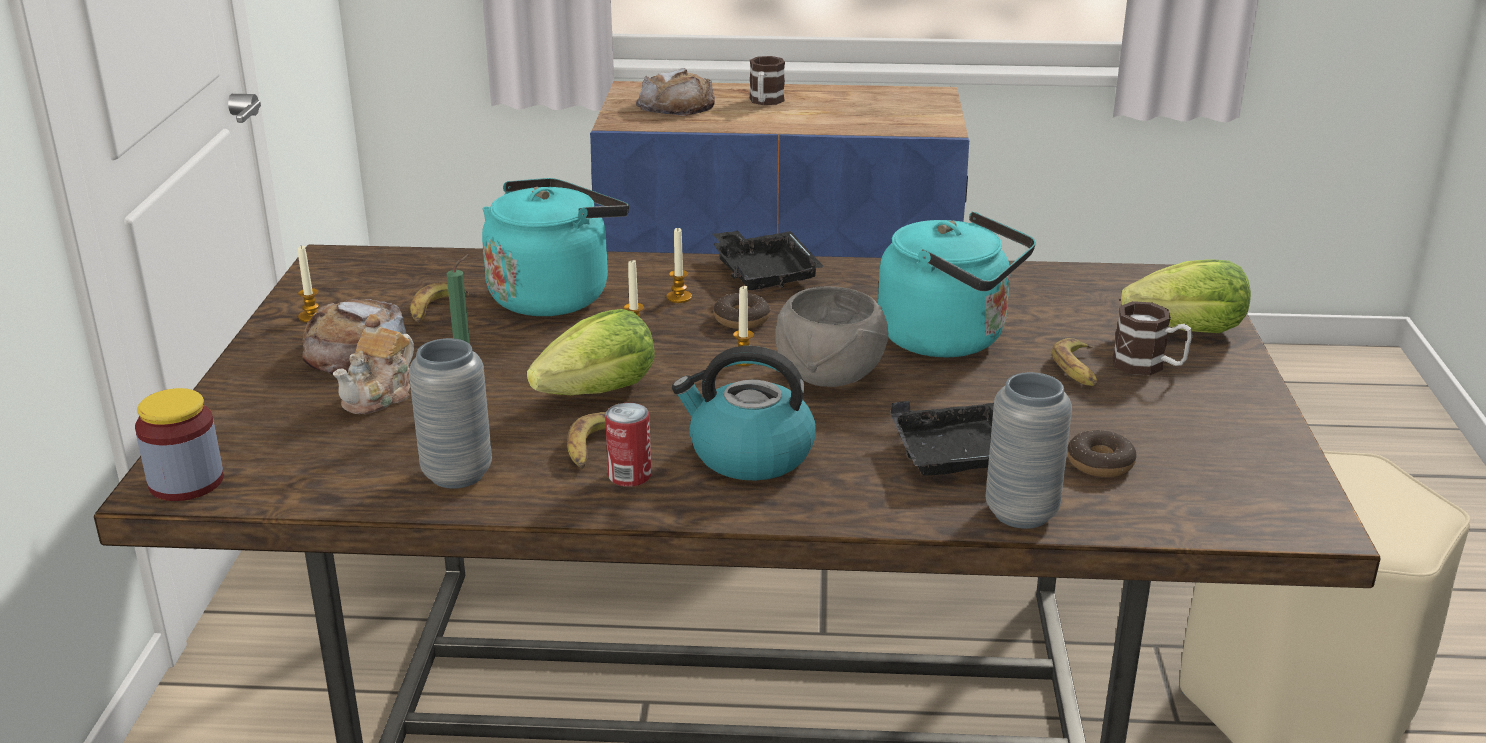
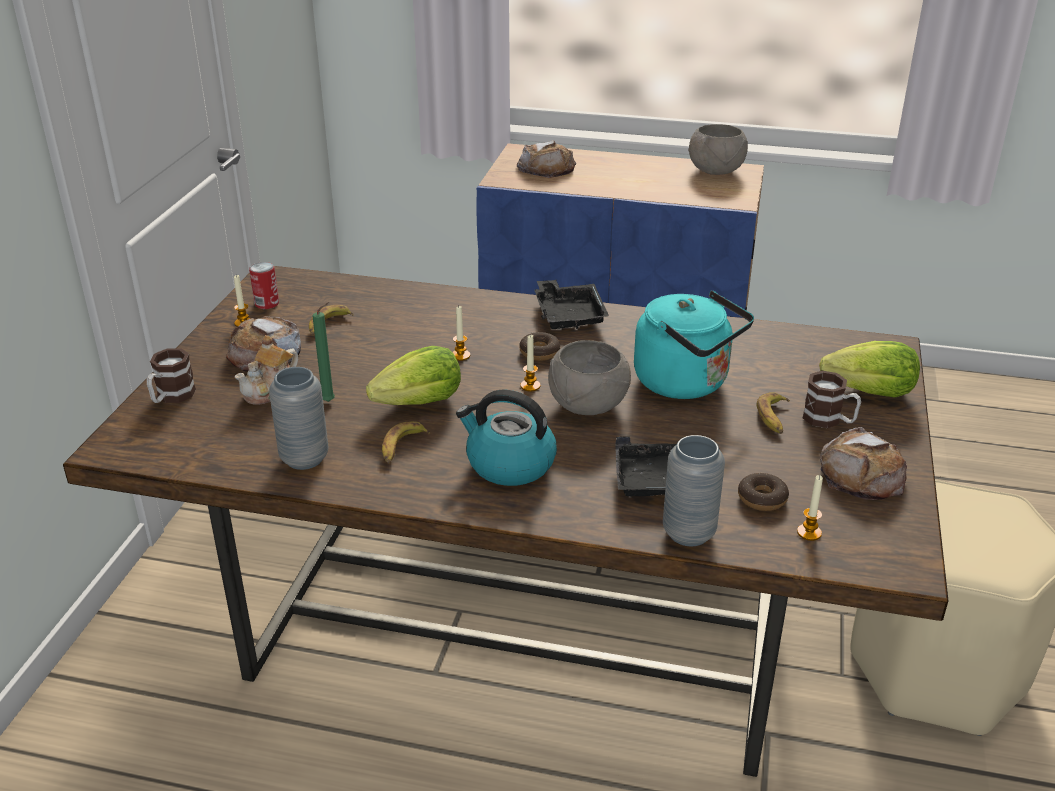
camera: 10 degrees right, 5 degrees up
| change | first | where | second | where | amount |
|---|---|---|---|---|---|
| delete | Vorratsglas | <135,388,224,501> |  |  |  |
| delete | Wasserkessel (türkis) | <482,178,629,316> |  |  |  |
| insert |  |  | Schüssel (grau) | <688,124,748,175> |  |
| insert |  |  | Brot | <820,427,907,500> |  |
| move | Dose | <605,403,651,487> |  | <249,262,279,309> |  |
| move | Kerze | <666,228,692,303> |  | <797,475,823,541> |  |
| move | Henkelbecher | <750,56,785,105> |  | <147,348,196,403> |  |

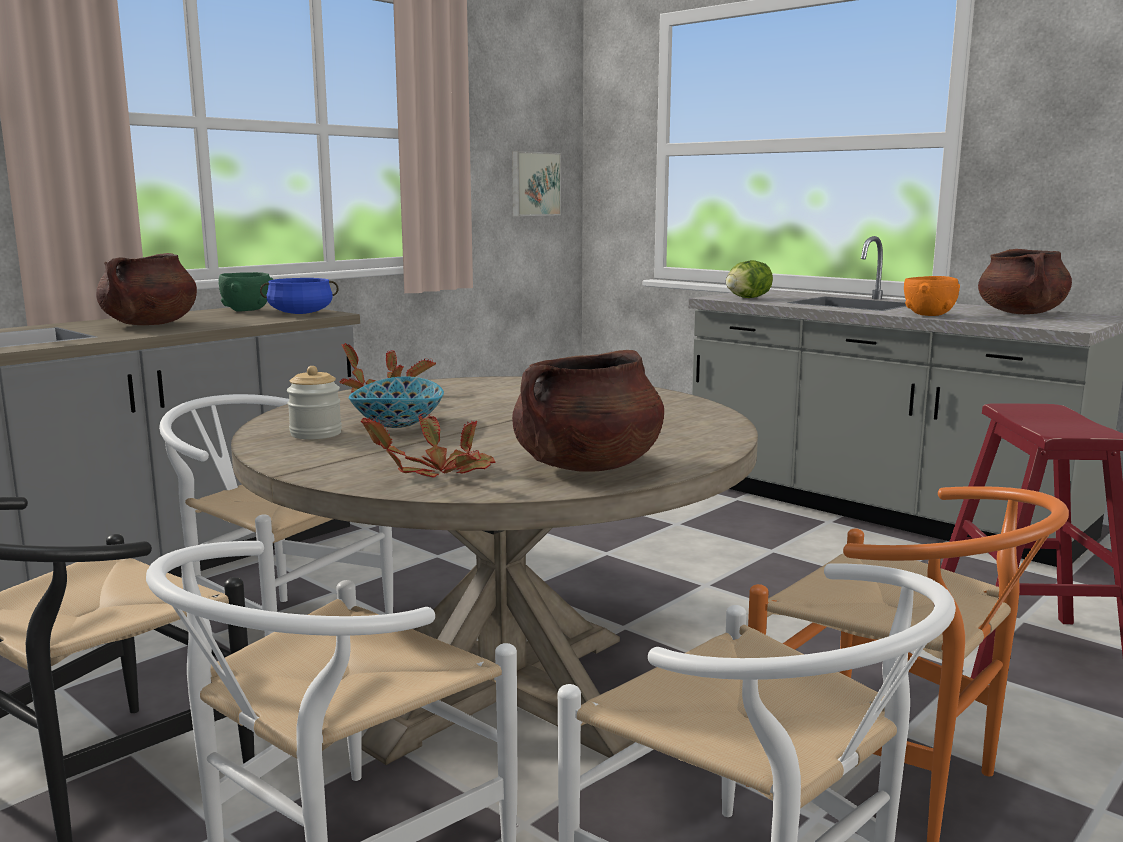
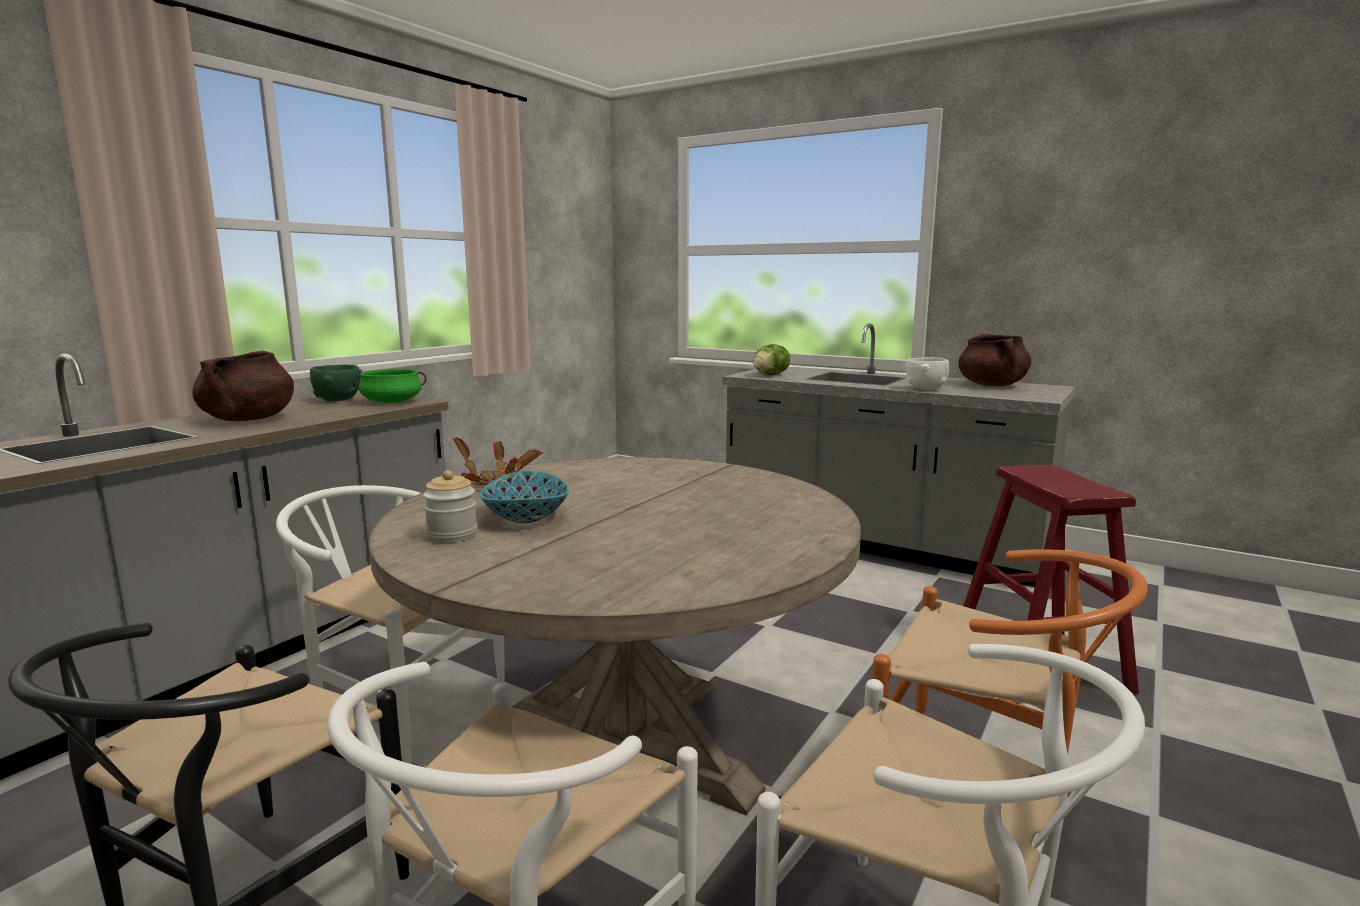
camera: 10 degrees left, 0 degrees up
| change | first | where | second | where | amount |
|---|---|---|---|---|---|
| delete | Topfpflanze | <361,412,496,478> |  |  |  |
| delete | Bild | <512,151,561,216> |  |  |  |
| delete | Kochtopf (braun) | <512,350,664,472> |  |  |  |
| recolor | Kochtopf (blau) | <260,278,339,314> | Kochtopf (grün) | <353,369,427,403> |  |
| recolor | Schüssel (orange) | <904,276,960,316> | Schüssel (weiß) | <905,357,949,390> |  |

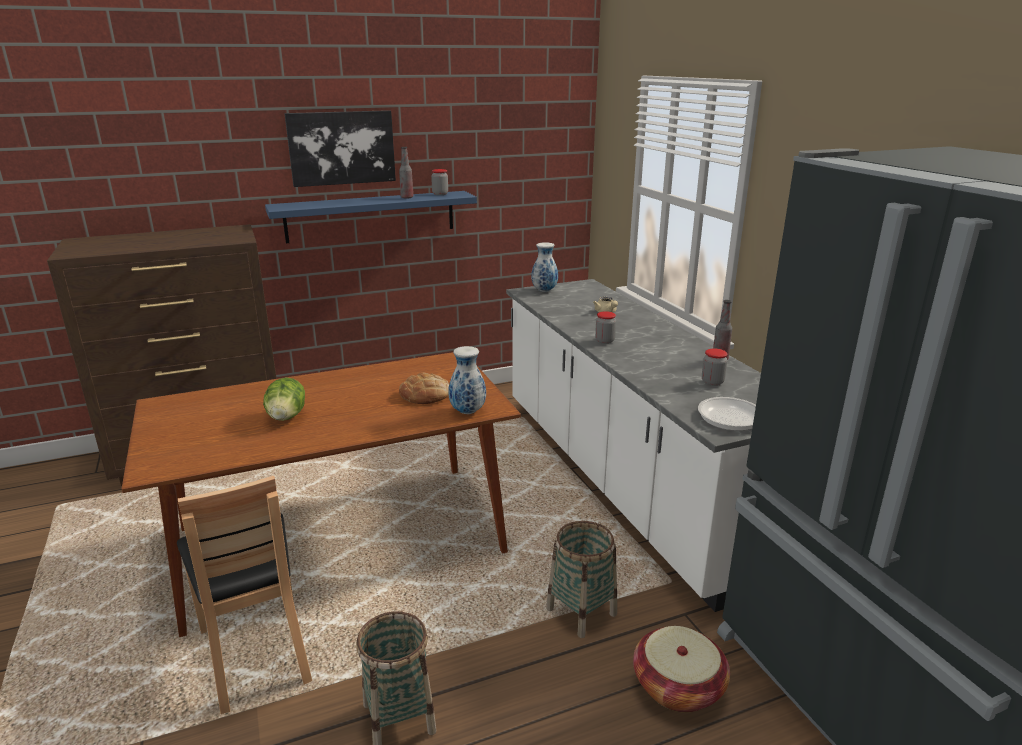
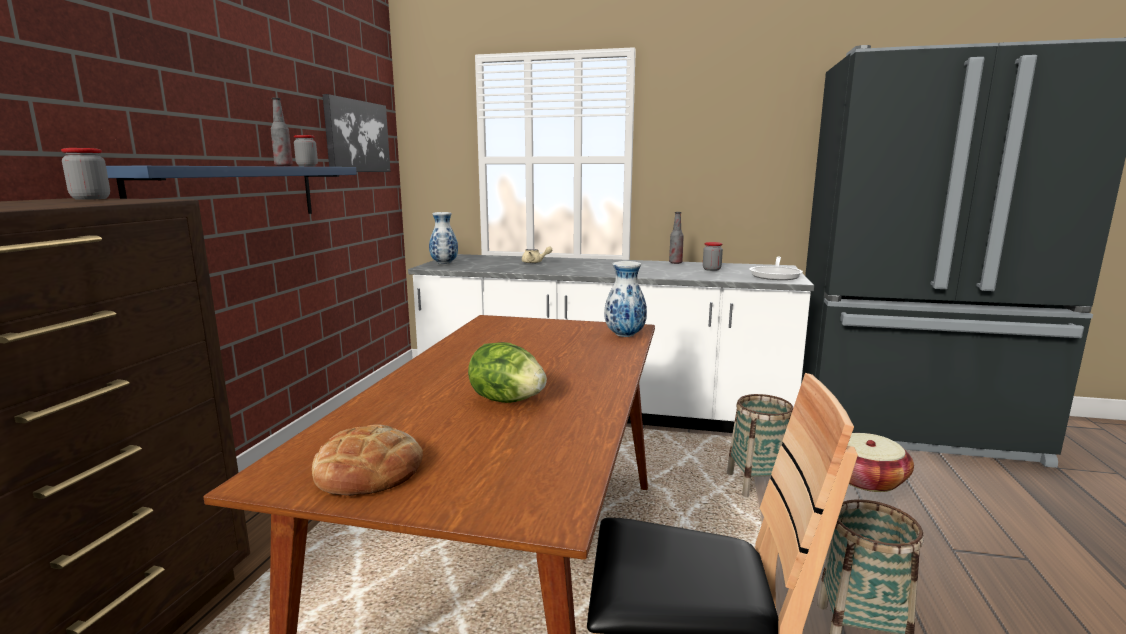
camera: 55 degrees left, 10 degrees down
| change | first | where | second | where | amount |
|---|---|---|---|---|---|
| move | Bild | <284,110,396,187> |  | <323,94,390,172> |  |
| move | Brot | <399,373,449,404> |  | <312,424,423,496> |  |
| move | Vorratsglas | <595,311,616,344> |  | <61,148,110,200> |  |

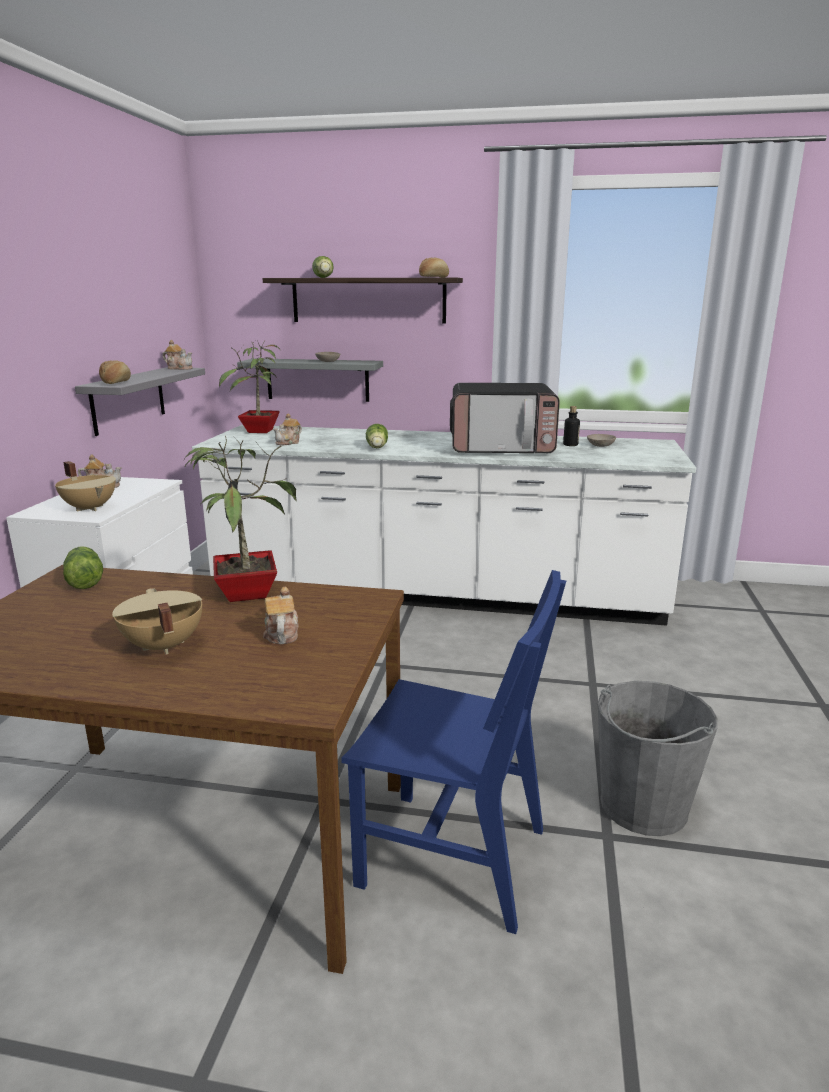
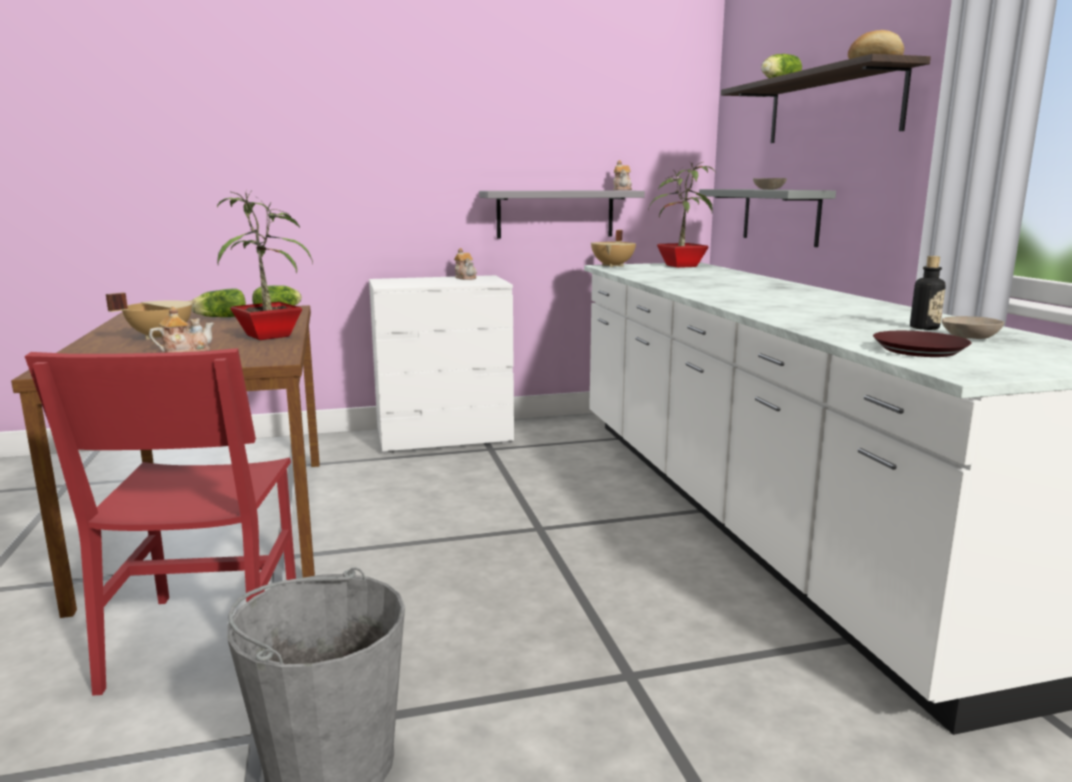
camera: 65 degrees right, 5 degrees down
| change | first | where | second | where | amount |
|---|---|---|---|---|---|
| delete | Brot | <99,360,131,384> |  |  |  |
| delete | Teekanne | <273,414,302,445> |  |  |  |
| delete | Mikrowelle | <450,383,560,453> |  |  |  |
| insert |  |  | Teller (braun) | <873,331,971,357> |  |
| move | Kochtopf (beige) | <55,461,116,511> |  | <591,230,636,267> |  |
| move | Salatkopf | <366,424,388,448> |  | <192,289,246,317> |  |
| recolor | Stuhl (blau) | <341,570,566,934> | Stuhl (rot) | <25,348,296,696> |  |

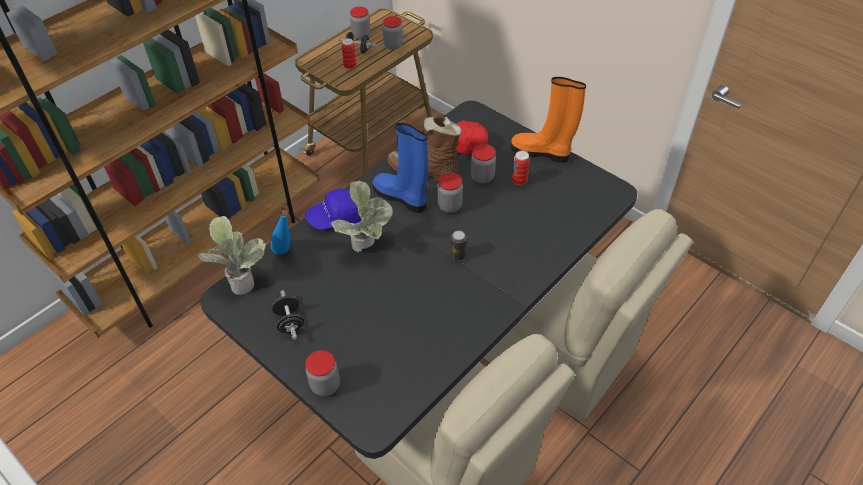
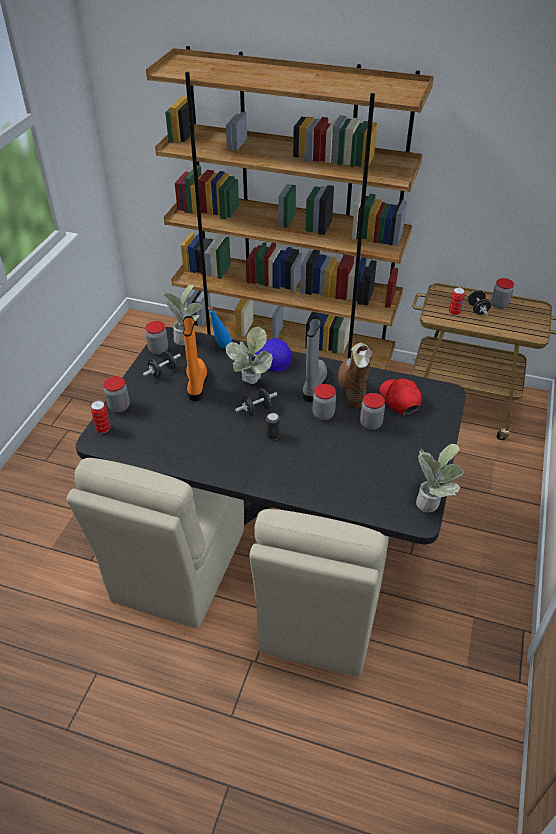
camera: 65 degrees right, 5 degrees down
| change | first | where | second | where | amount |
|---|---|---|---|---|---|
| insert |  |  | Hantel (schwarz) | <235,389,278,416> |  |
| insert |  |  | Topfpflanze | <416,444,464,513> |  |
| move | Vorratsglas | <383,16,403,50> |  | <145,321,168,355> |  |
| move | Stiefel (orange) | <511,77,586,163> |  | <183,316,208,401> |  |
| move | Dose | <512,151,530,185> |  | <91,401,110,433> |  |
| recolor | Stiefel (blau) | <372,123,428,213> | Stiefel (grau) | <303,317,327,402> |  |

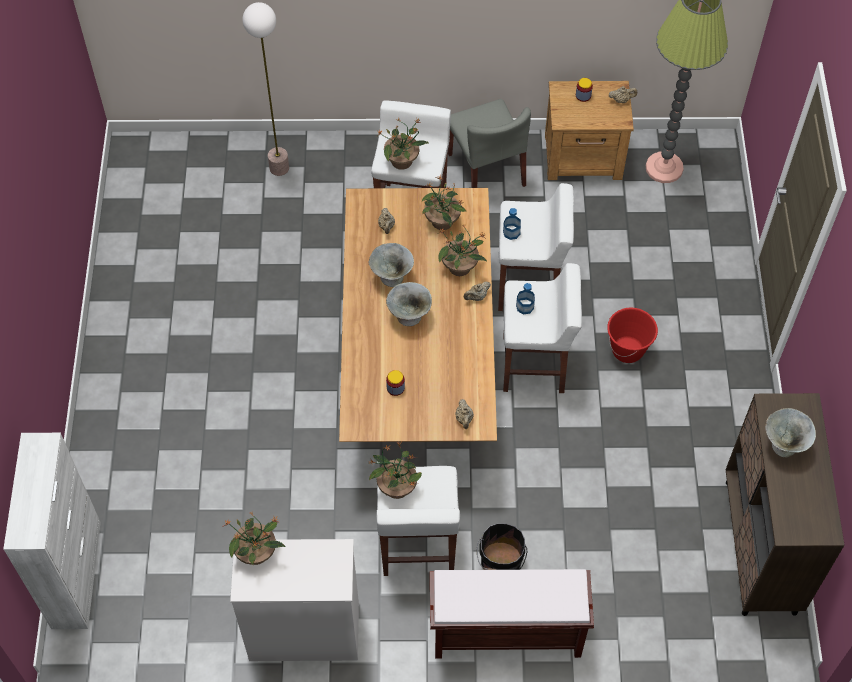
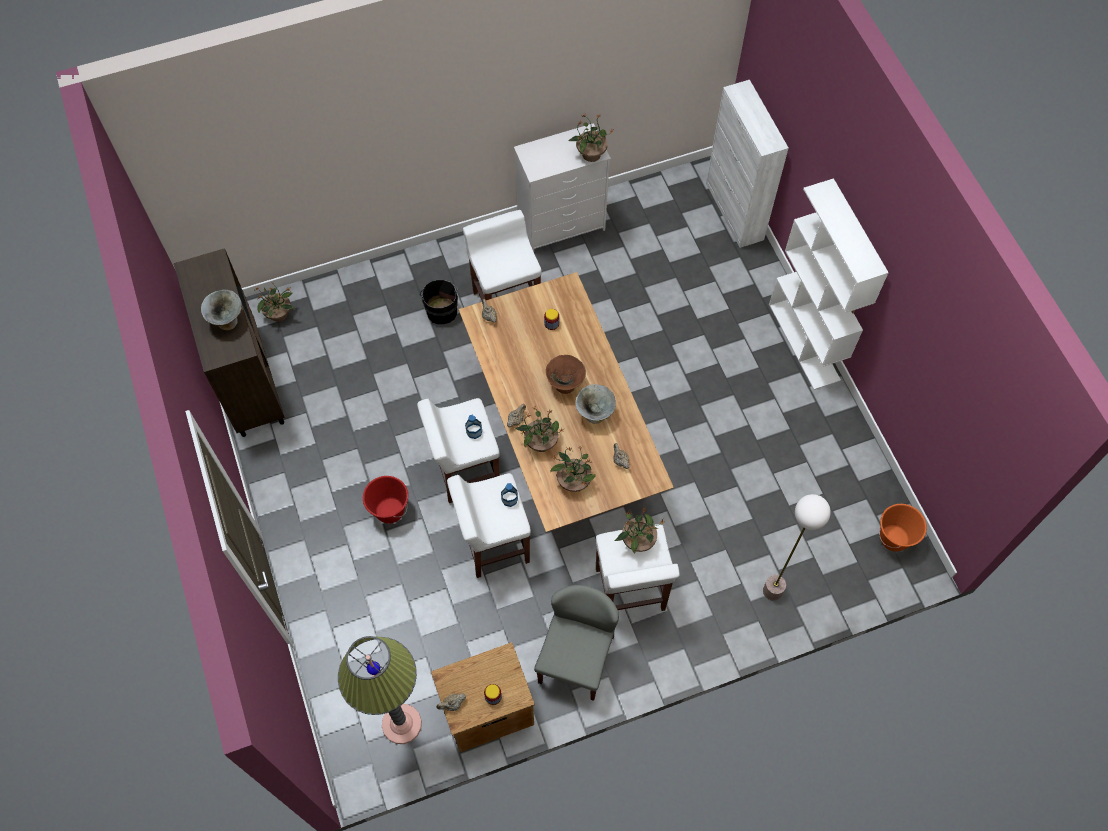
camera: 160 degrees right, 5 degrees up
| change | first | where | second | where | amount |
|---|---|---|---|---|---|
| delete | Bank (braun) | <430,569,594,659> |  |  |  |
| insert |  |  | Bücherregal (weiß) | <769,178,889,390> |  |
| insert |  |  | Eimer (orange) | <879,504,927,552> |  |
| move | Topfpflanze | <369,441,422,499> |  | <254,282,295,322> |  |
| recolor | Schüssel (grau) | <386,282,432,326> | Schüssel (braun) | <546,355,586,394> |  |
| rotate | Stuhl (grau) | <448,99,531,188> |  | <534,585,619,701> | 60 degrees clockwise |

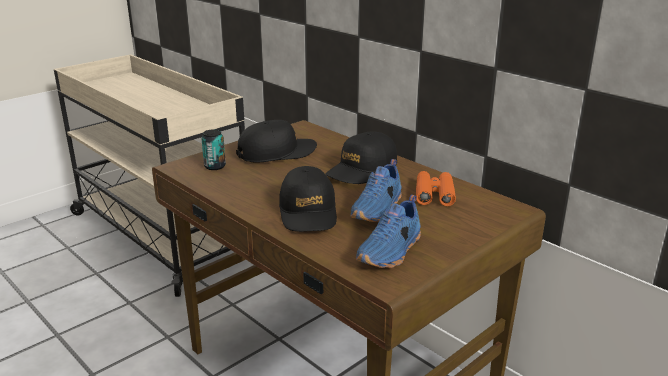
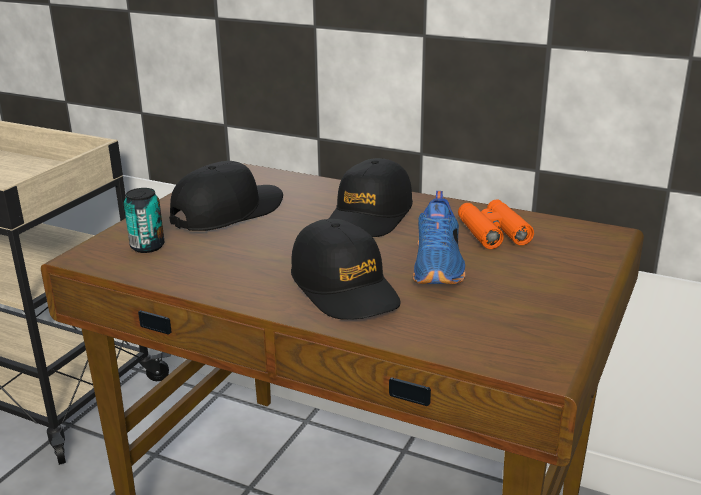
camera: 20 degrees left, 0 degrees up
| change | first | where | second | where | amount |
|---|---|---|---|---|---|
| delete | Schuh (blau) | <356,195,421,268> |  |  |  |

